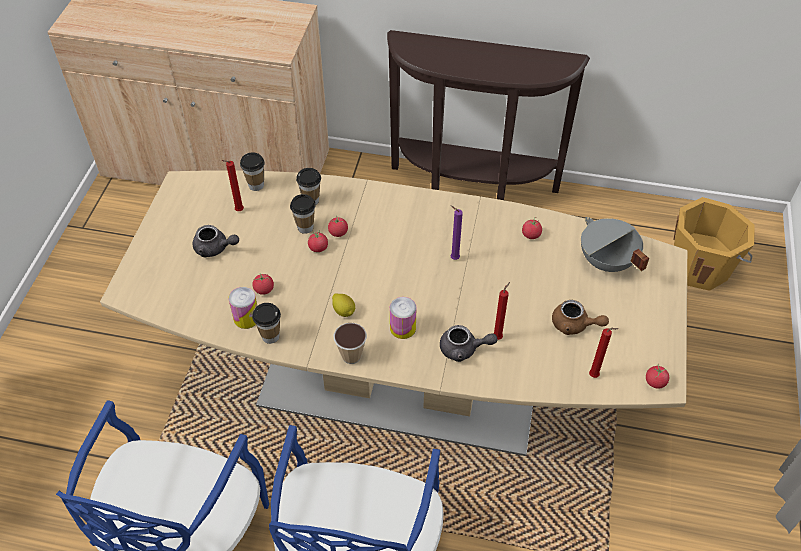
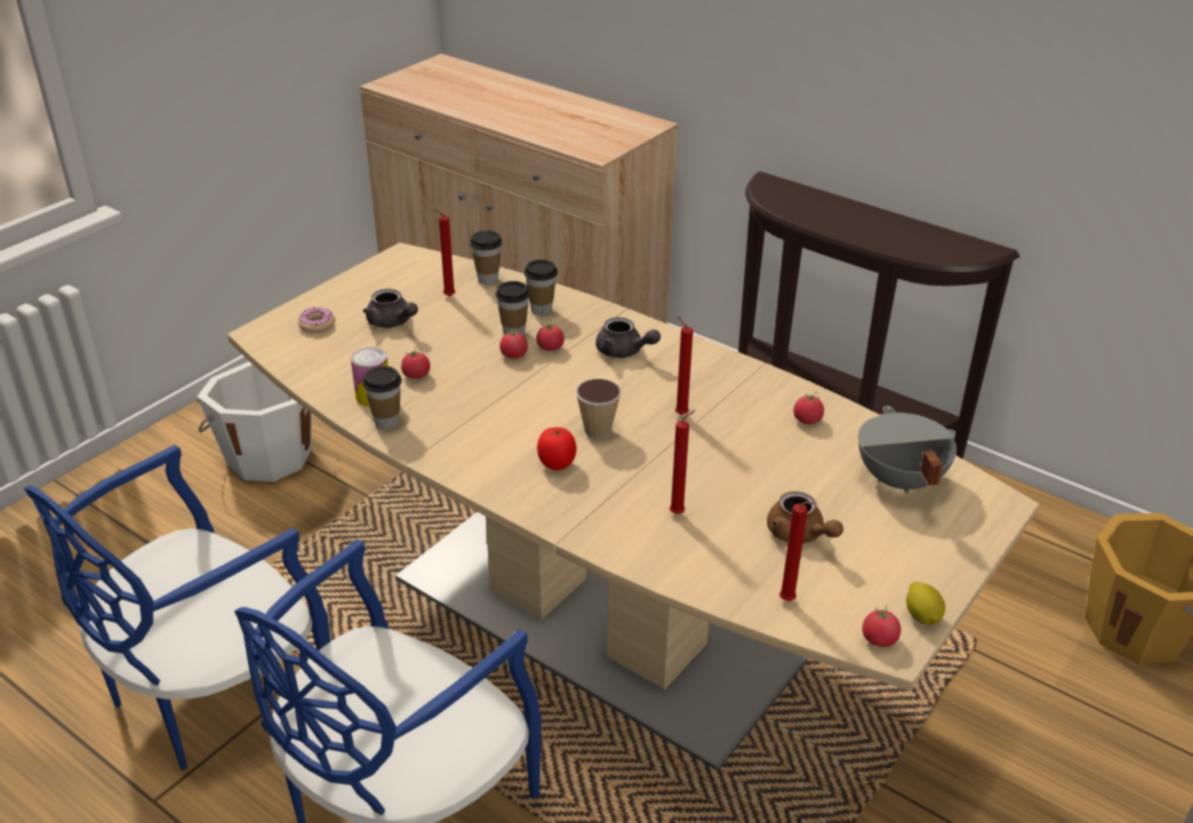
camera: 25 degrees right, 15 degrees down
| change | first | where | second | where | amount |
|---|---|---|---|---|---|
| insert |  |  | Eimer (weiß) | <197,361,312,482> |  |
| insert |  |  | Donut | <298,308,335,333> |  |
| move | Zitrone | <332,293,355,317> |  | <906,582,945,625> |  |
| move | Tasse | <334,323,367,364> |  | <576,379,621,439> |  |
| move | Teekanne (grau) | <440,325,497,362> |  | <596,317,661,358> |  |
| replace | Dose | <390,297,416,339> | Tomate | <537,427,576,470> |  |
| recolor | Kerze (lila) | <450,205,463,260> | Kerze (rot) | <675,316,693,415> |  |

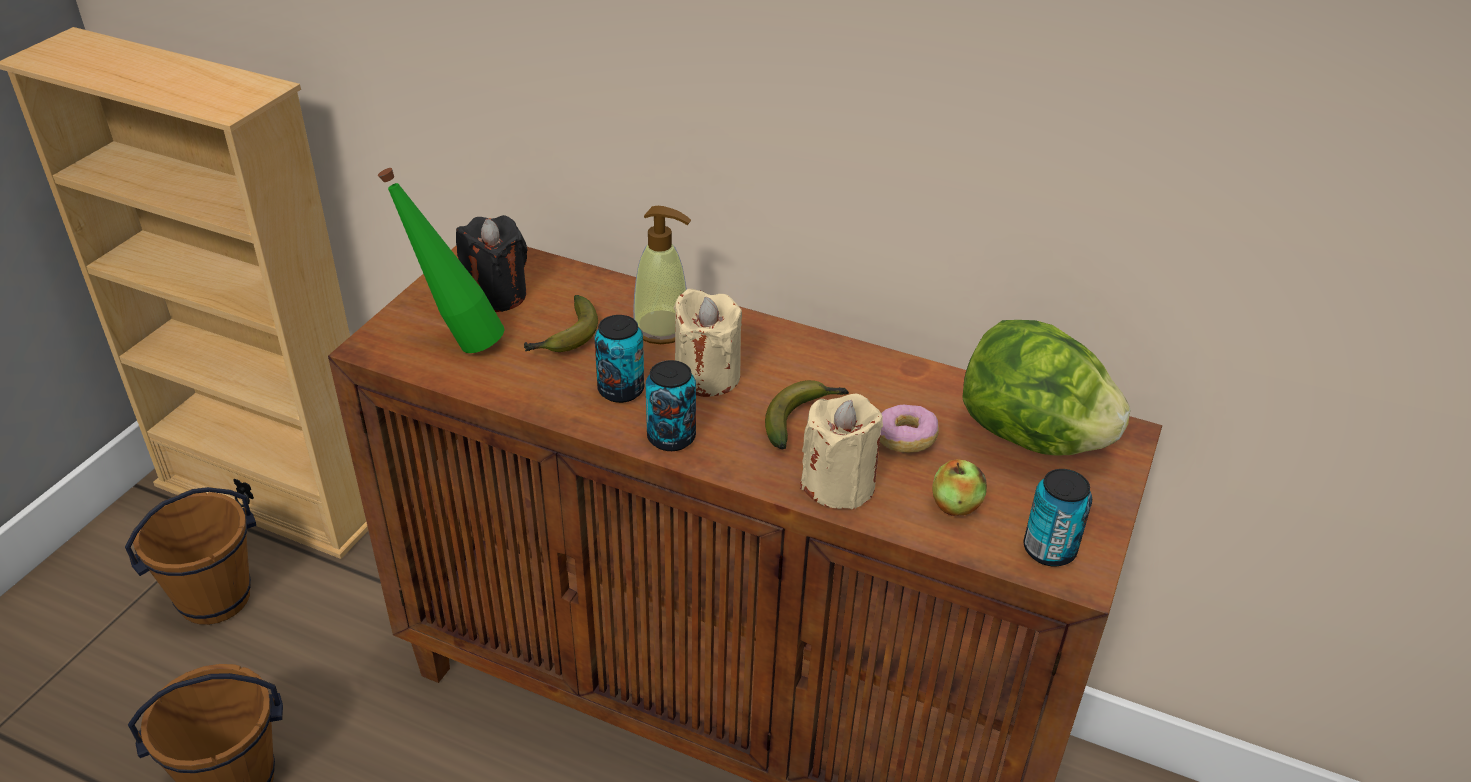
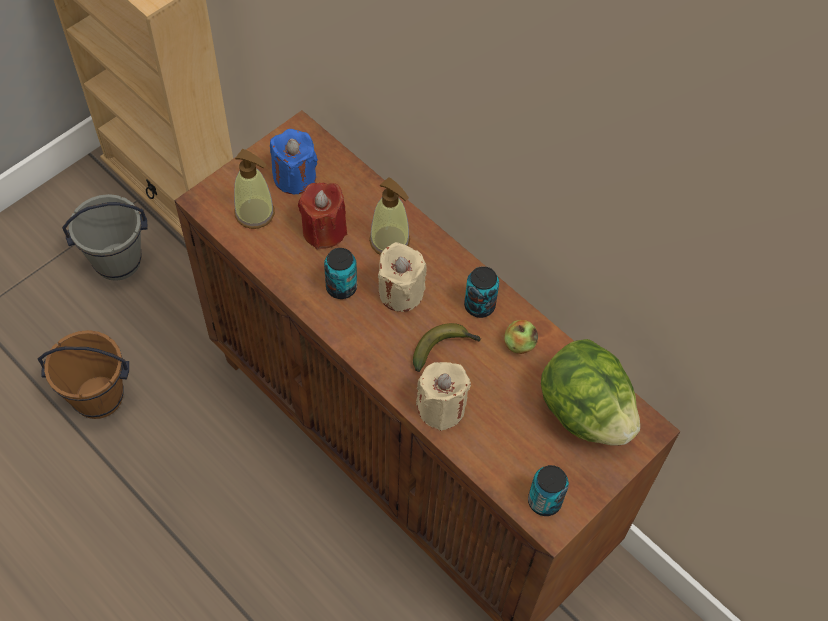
camera: 20 degrees right, 20 degrees up
| change | first | where | second | where | amount |
|---|---|---|---|---|---|
| delete | Donut | <880,405,939,453> |  |  |  |
| move | Dose | <645,360,696,451> |  | <464,266,499,318> |  |
| move | Apfel | <932,459,987,516> |  | <504,320,538,354> |  |
| replace | Flasche (grün) | <378,168,505,353> | Seifenspender | <234,149,275,229> |  |
| replace | Banane | <524,295,598,352> | Kerze (rot) | <298,183,347,249> |  |
| recolor | Eimer (braun) | <125,487,256,625> | Eimer (grau) | <62,194,148,281> |  |
| recolor | Kerze (schwarz) | <456,215,528,312> | Kerze (blau) | <270,129,318,194> |  |

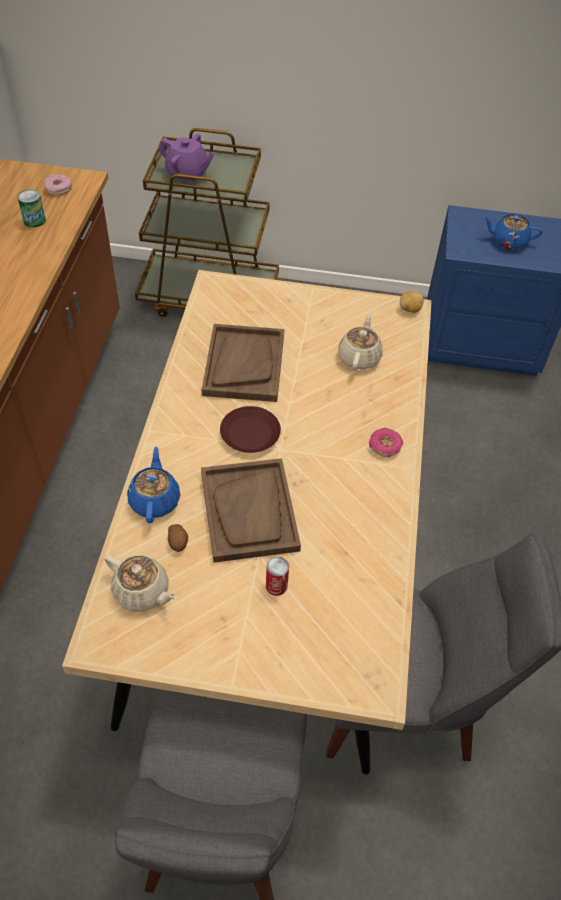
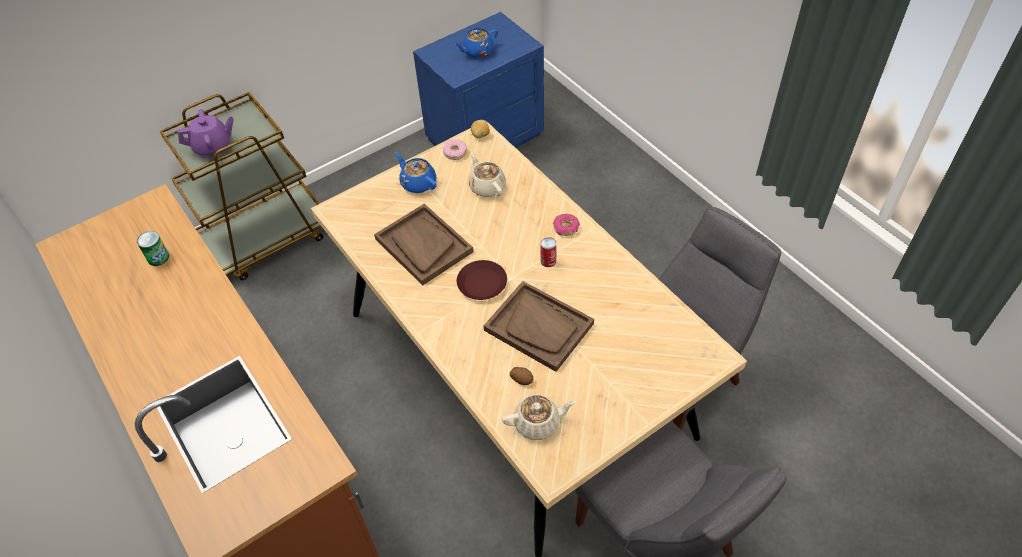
camera: 40 degrees left, 0 degrees up
| change | first | where | second | where | amount |
|---|---|---|---|---|---|
| move | Donut | <43,174,72,196> |  | <443,140,467,160> |  |
| move | Teekanne (blau) | <127,446,180,523> |  | <395,152,437,193> |  |
| move | Dose | <266,557,289,596> |  | <540,237,557,267> |  |

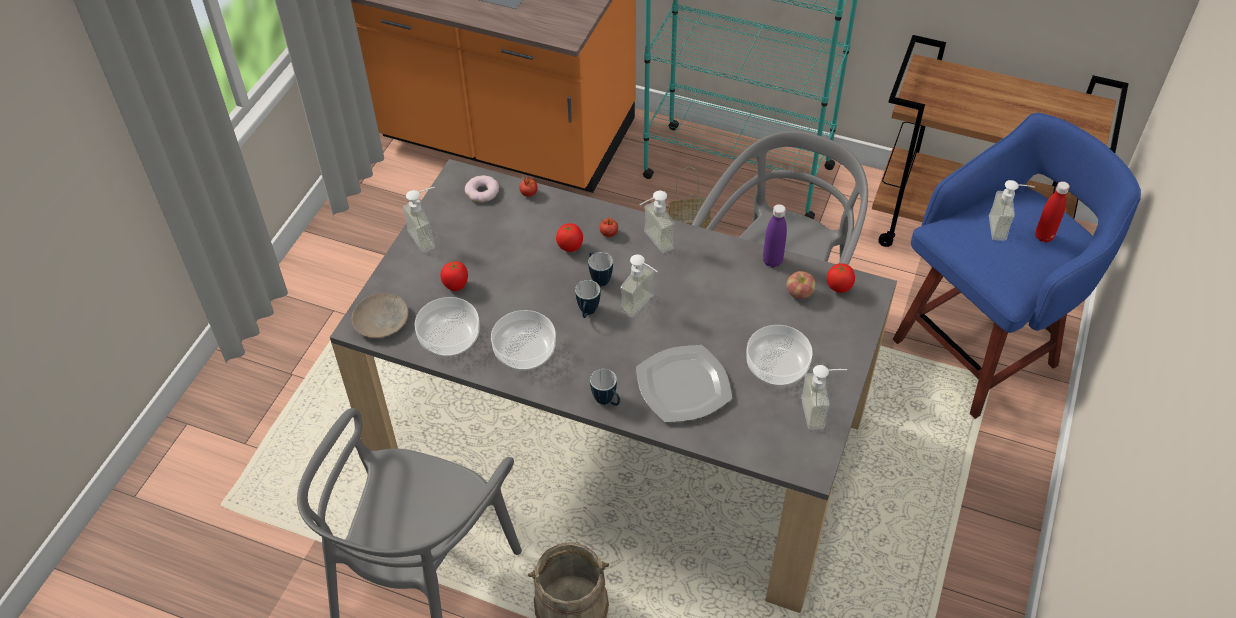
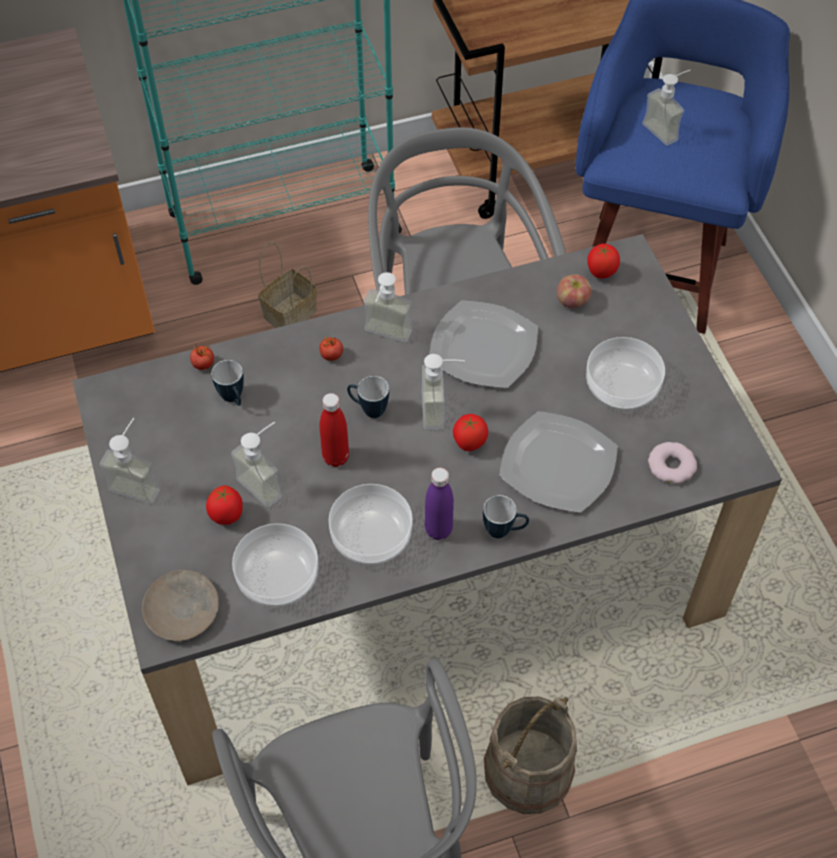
camera: 40 degrees left, 5 degrees up
| change | first | where | second | where | amount |
|---|---|---|---|---|---|
| insert |  |  | Teller | <430,300,538,388> |  |
| move | Donut | <465,175,499,202> |  | <648,442,697,484> |  |
| move | Tomate | <556,223,583,252> |  | <453,414,488,451> |  |
| move | Henkelbecher | <575,280,601,318> |  | <211,360,244,406> |  |
| move | Flasche (lila) | <763,204,787,268> |  | <425,468,454,540> |  |
| move | Seifenspender | <801,365,847,430> |  | <231,422,282,507> |  |
| move | Flasche (rot) | <1035,181,1070,243> |  | <320,393,349,467> |  |

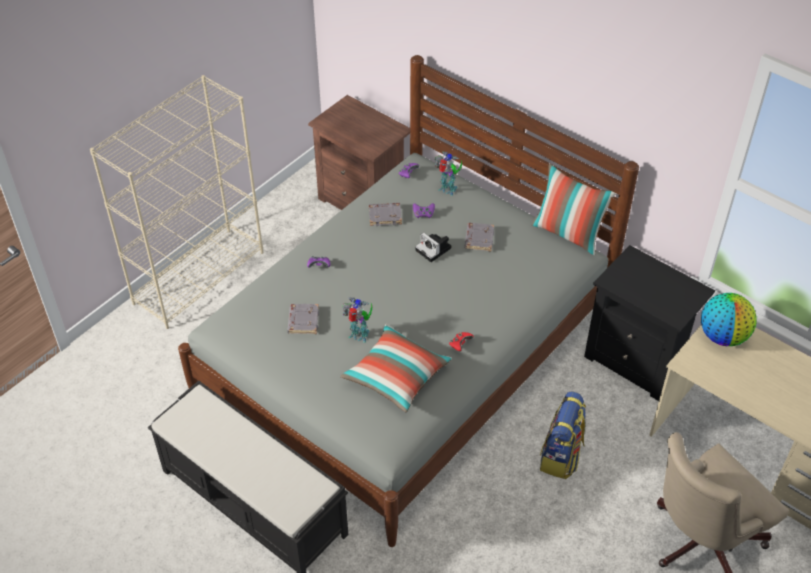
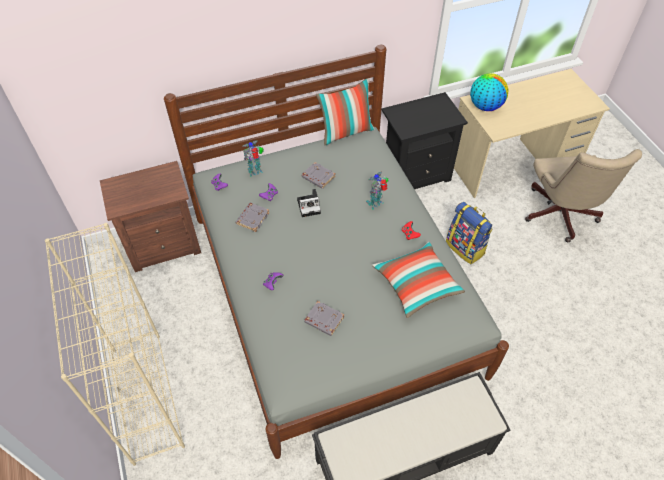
camera: 60 degrees left, 5 degrees up
| change | first | where | second | where | amount |
|---|---|---|---|---|---|
| move | Spielzeugroboter | <342,297,373,343> |  | <366,171,389,210> |  |

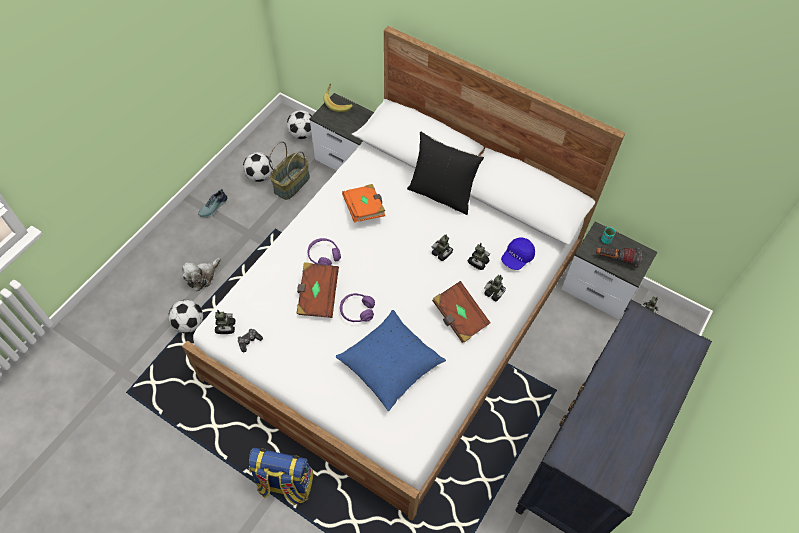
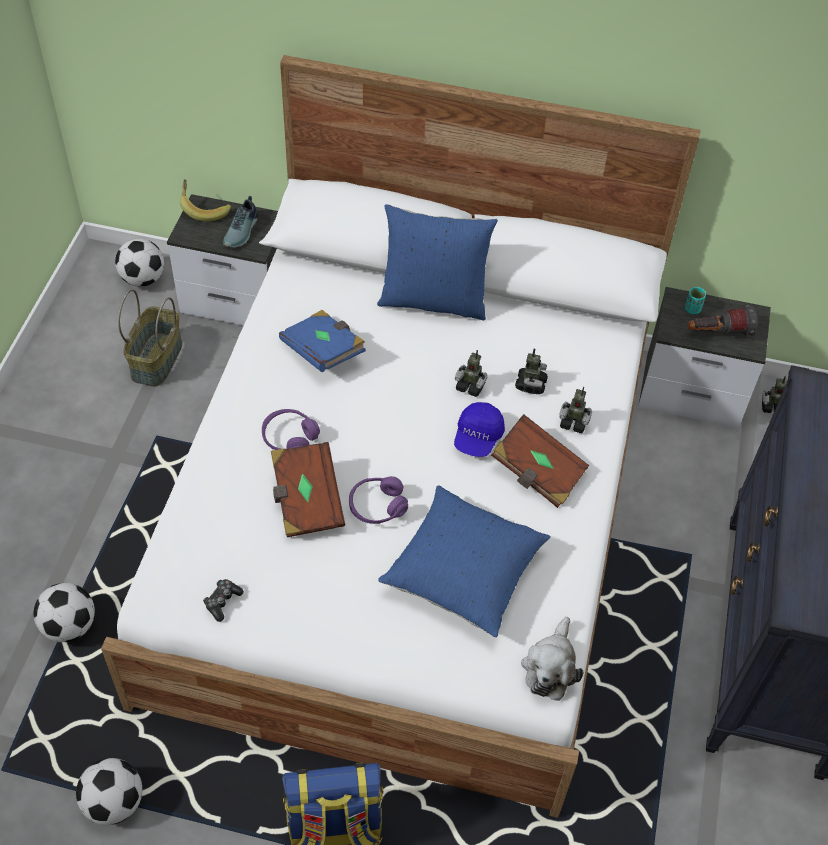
camera: 20 degrees left, 5 degrees down
| change | first | where | second | where | amount |
|---|---|---|---|---|---|
| delete | Spielzeugroboter | <215,310,236,334> |  |  |  |
| move | Plüschtier | <182,258,221,291> |  | <521,617,583,701> |  |
| move | Schuh | <198,189,227,217> |  | <223,196,258,247> |  |
| move | Fußball | <243,152,273,182> |  | <76,758,142,825> |  |
| move | Kappe (blau) | <501,237,535,270> |  | <454,402,505,457> |  |
| recolor | Buch (orange) | <342,184,385,223> | Buch (blau) | <279,310,366,372> |  |
| recolor | Kissen (schwarz) | <407,131,484,215> | Kissen (blau) | <377,204,498,321> |  |

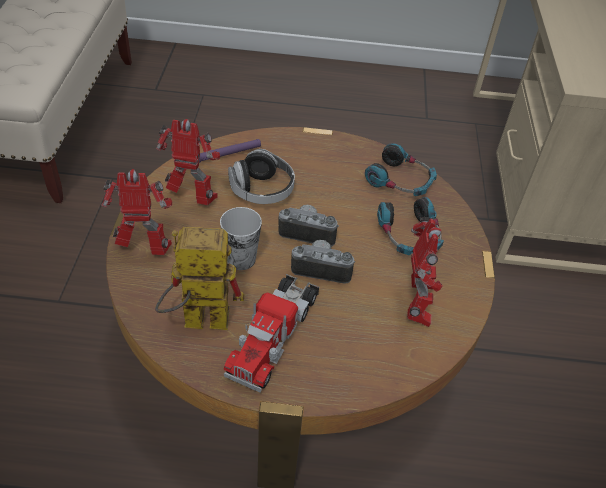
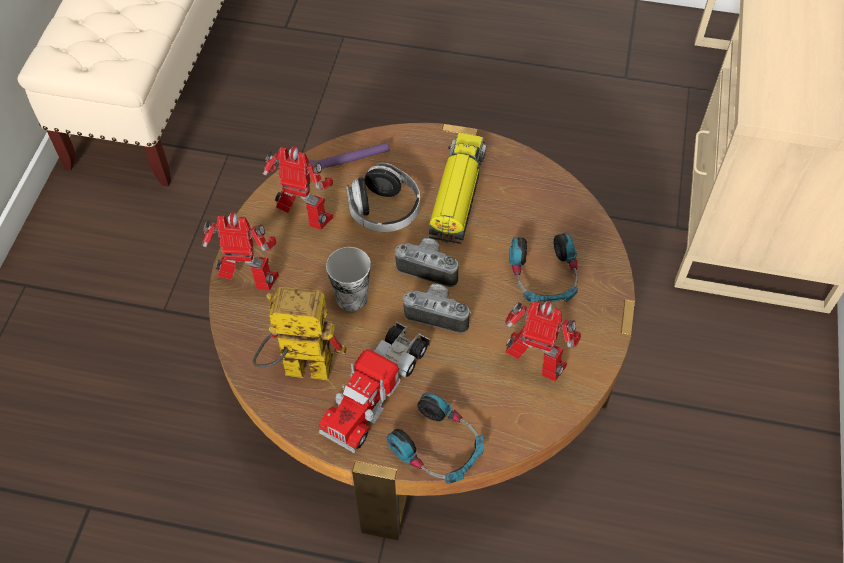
camera: 10 degrees right, 10 degrees up
| change | first | where | second | where | amount |
|---|---|---|---|---|---|
| insert |  |  | Spielzeuglaster | <429,133,486,244> |  |
| move | Kopfhörer | <365,143,437,196> |  | <386,393,484,484> |  |
| rotate | Spielzeugroboter | <407,217,443,327> |  | <505,301,581,381> | 75 degrees counterclockwise |

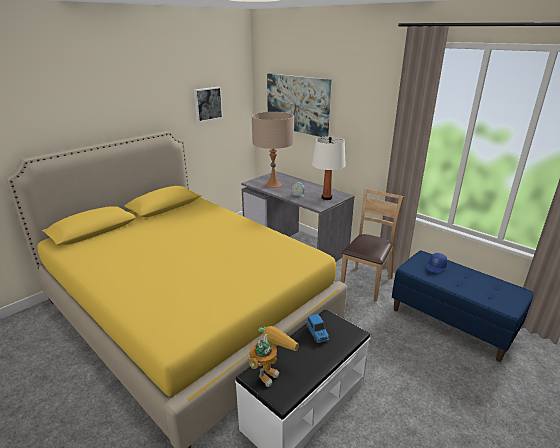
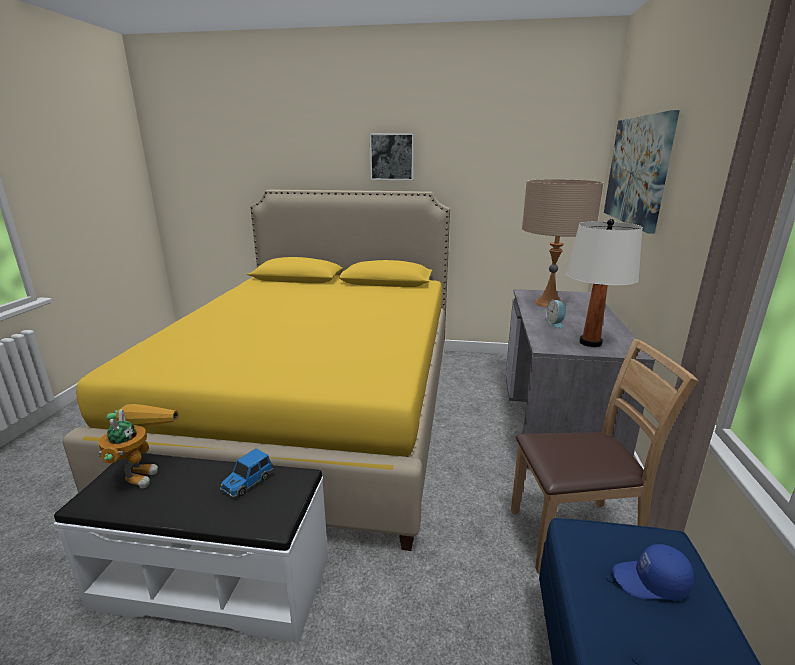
camera: 55 degrees right, 5 degrees down
| change | first | where | second | where | amount |
|---|---|---|---|---|---|
| move | Bild | <194,87,223,122> |  | <370,133,414,180> |  |
| rotate | Spielzeugroboter | <248,326,299,387> |  | <99,404,179,488> | 90 degrees counterclockwise |

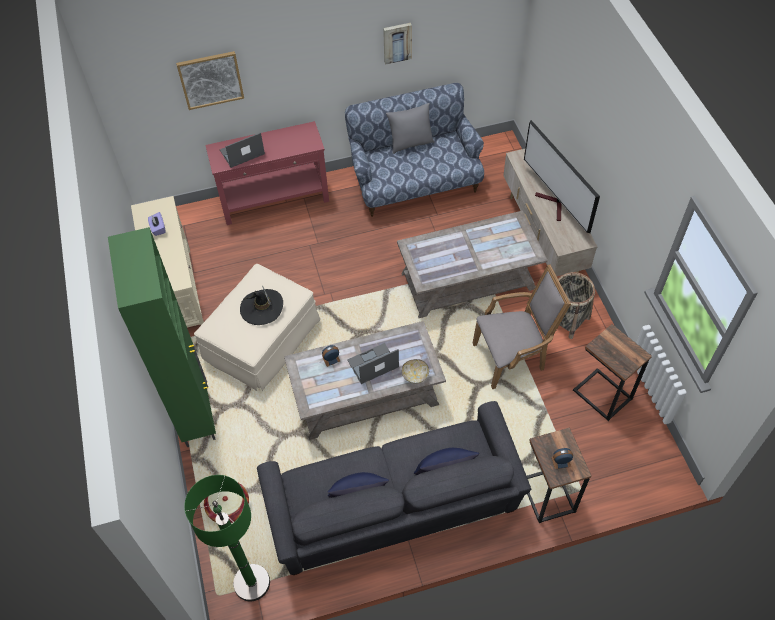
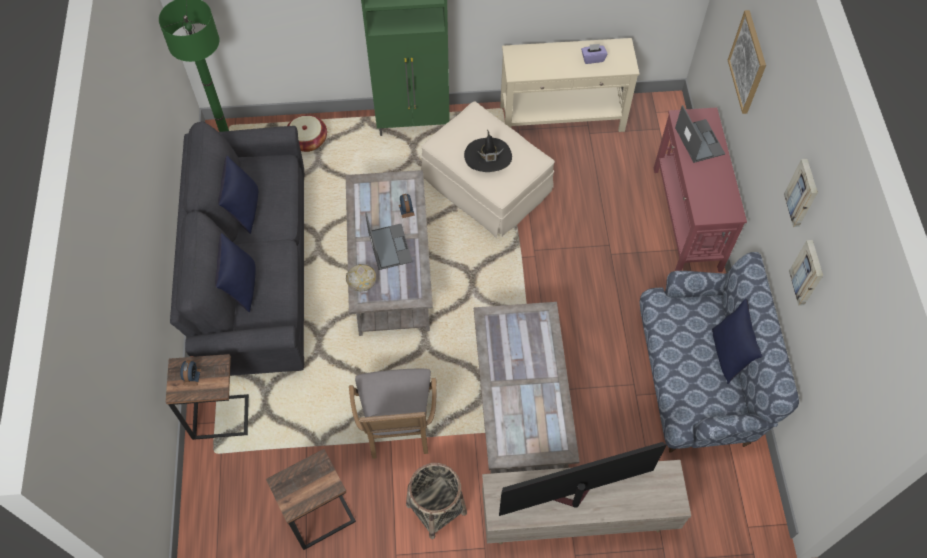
camera: 100 degrees right, 5 degrees up
| change | first | where | second | where | amount |
|---|---|---|---|---|---|
| insert |  |  | Bild | <784,159,818,227> |  |
| recolor | Kissen (grau) | <386,103,434,154> | Kissen (blau) | <712,299,763,384> |  |

